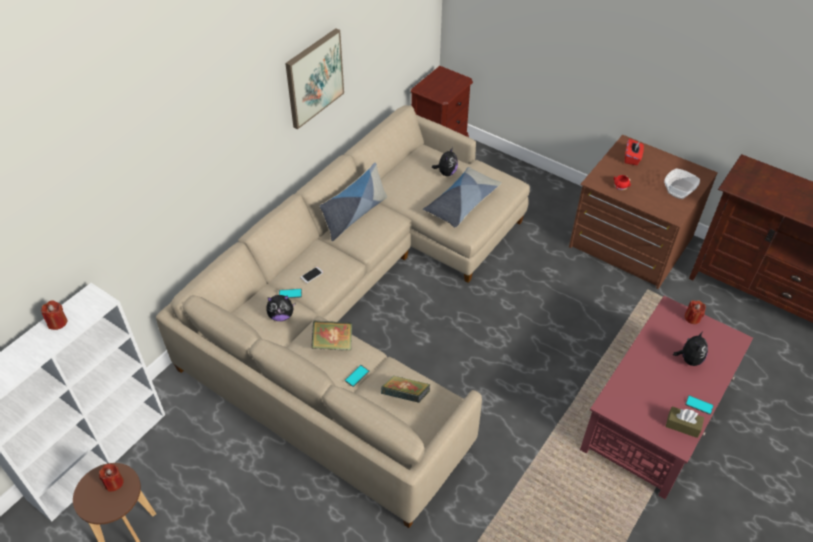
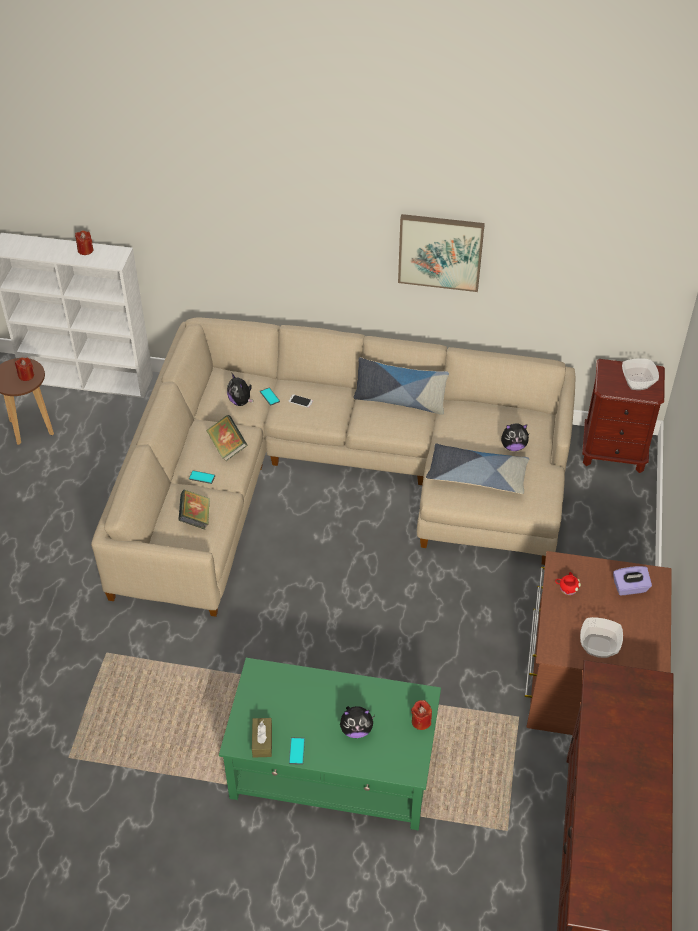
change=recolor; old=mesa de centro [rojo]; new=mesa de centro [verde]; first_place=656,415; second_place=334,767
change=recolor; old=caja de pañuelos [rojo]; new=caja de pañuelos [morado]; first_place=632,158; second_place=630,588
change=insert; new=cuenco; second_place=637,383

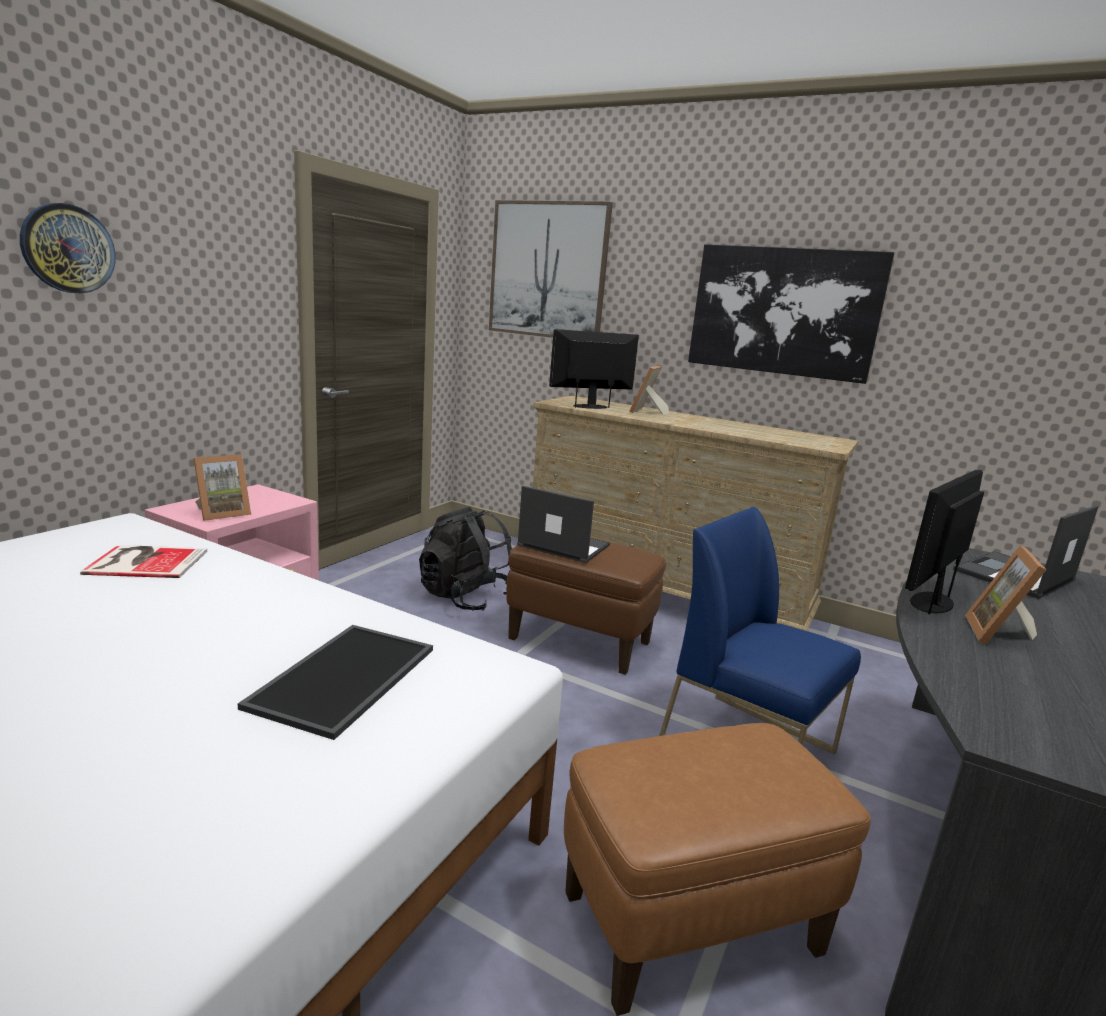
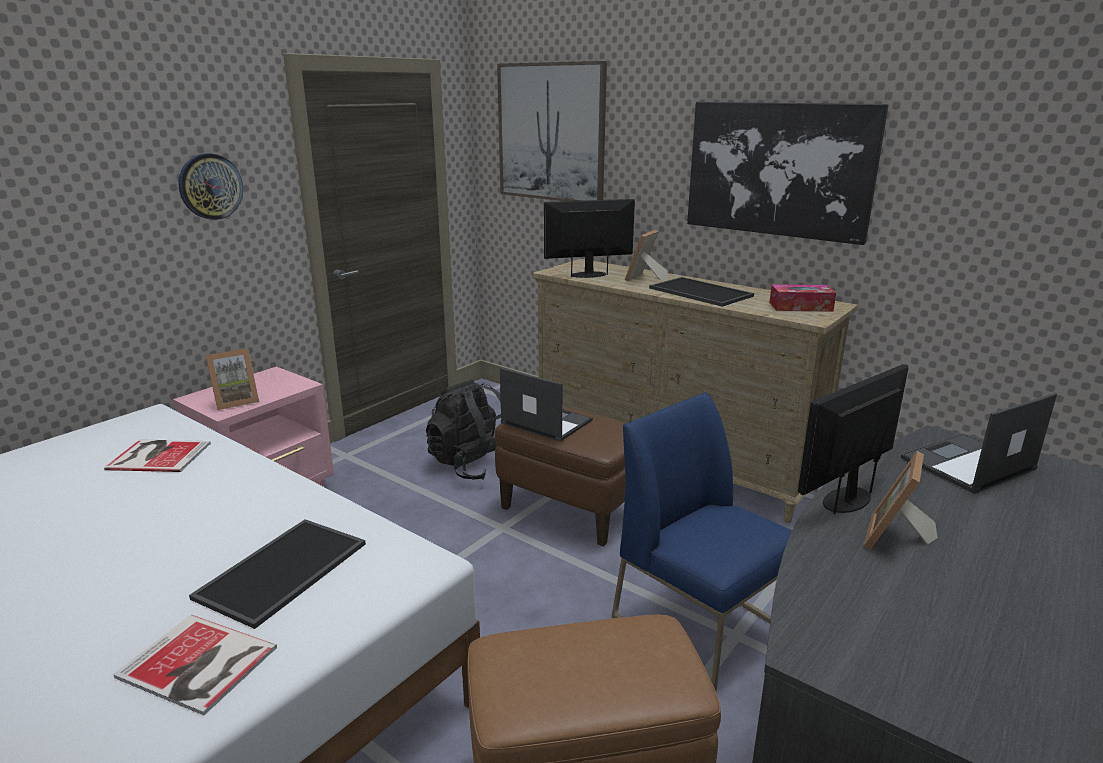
change=move; old=reloj de pared; first_place=68,249; second_place=210,186
change=insert; new=libro; second_place=198,665
change=insert; new=bandeja; second_place=698,292
change=insert; new=caja de pañuelos; second_place=800,307

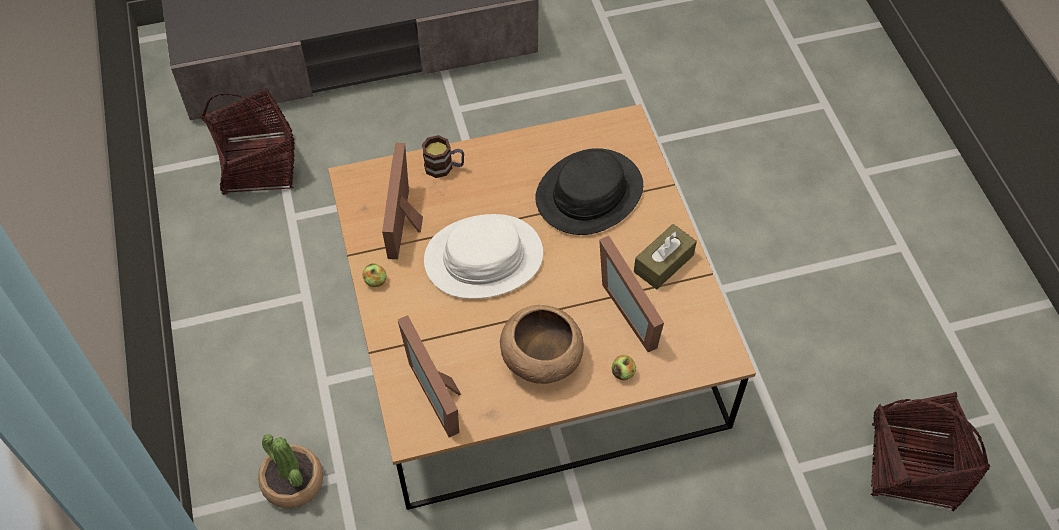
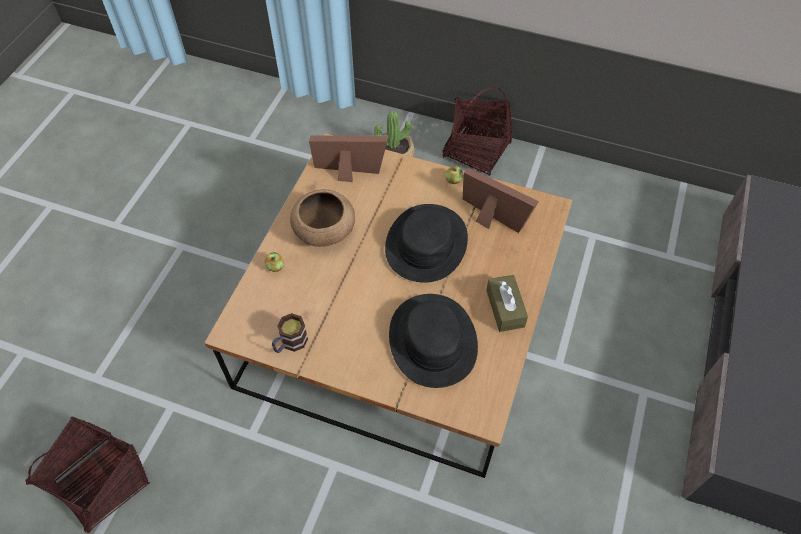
change=move; old=cesta; first_place=258,165; second_place=477,150
change=move; old=taza grande; first_place=444,167; second_place=290,343
change=recolor; old=sombrero [blanco]; new=sombrero [negro]; first_place=483,258; second_place=426,244
change=delete; old=portarretratos; first_place=635,308
change=move; old=caja de pañuelos [marrón]; first_place=663,263; second_place=505,308

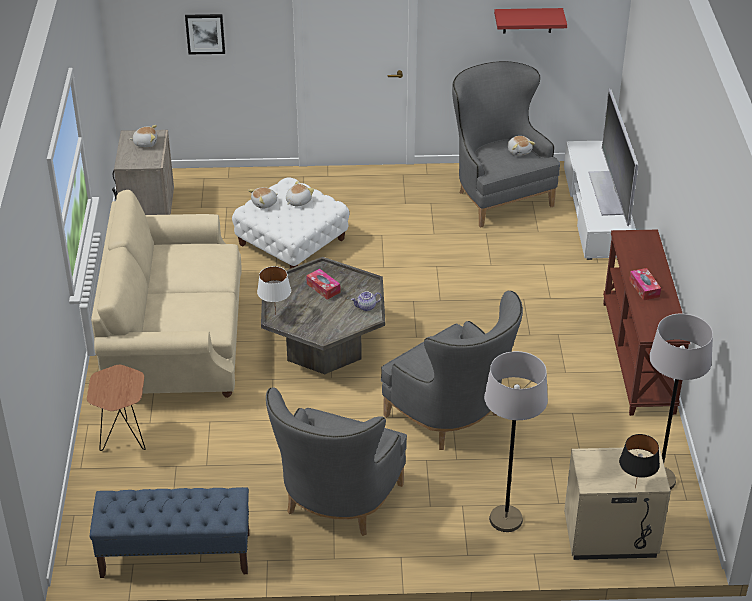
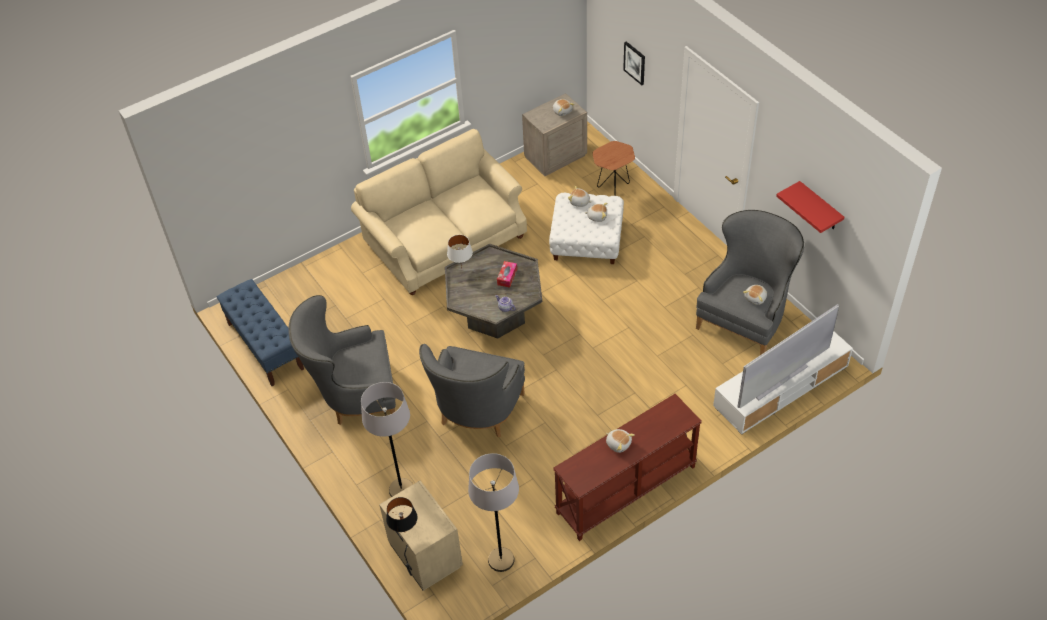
change=move; old=mesa auxiliar [marrón]; first_place=123,441; second_place=612,191
change=replace; old=caja de pañuelos; new=peluche; first_place=644,288; second_place=618,443

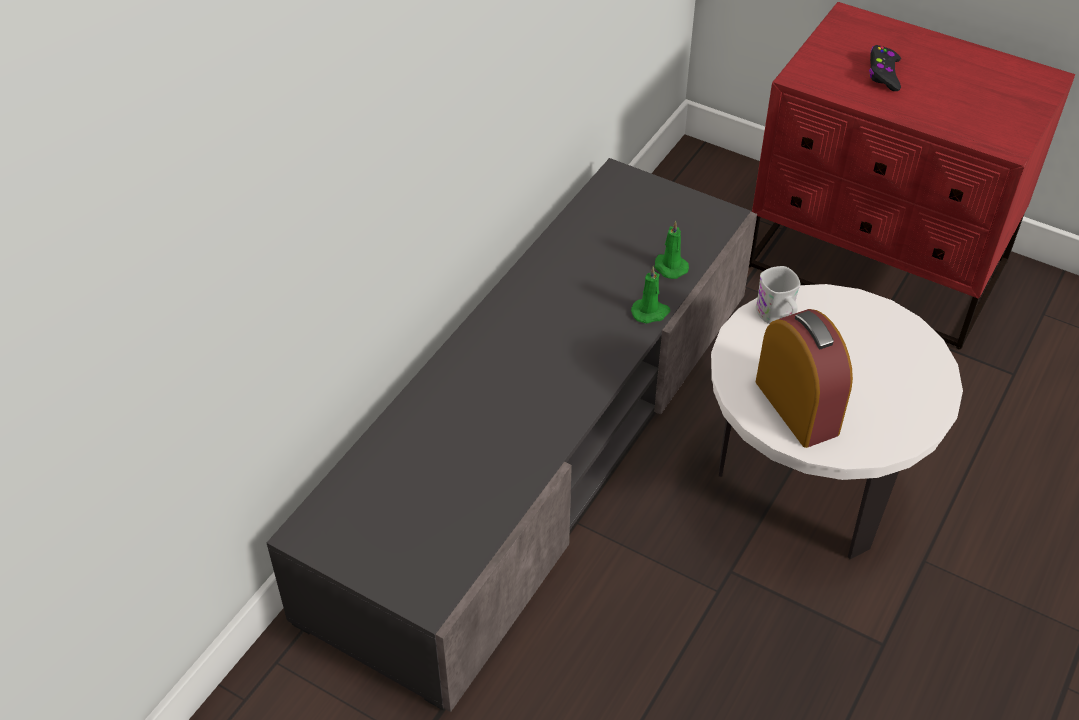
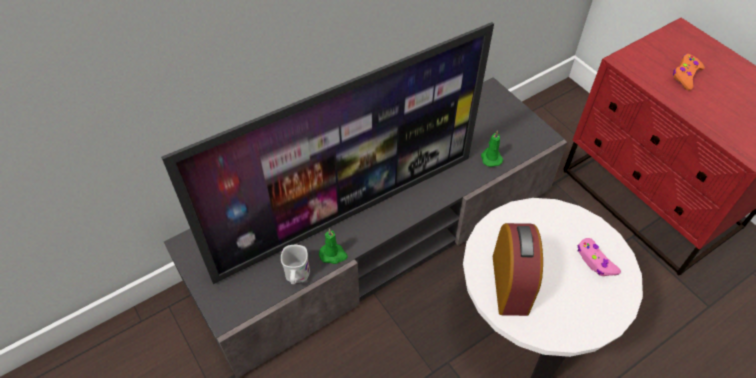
change=move; old=vela [verde]; first_place=650,312; second_place=333,254
change=move; old=taza grande [blanco]; first_place=777,316; second_place=296,276
change=recolor; old=mando de consola [negro]; new=mando de consola [naranja]; first_place=883,74; second_place=685,75
change=insert; new=televisor; second_place=348,212
change=insert; new=mando de consola [rosa]; second_place=595,261

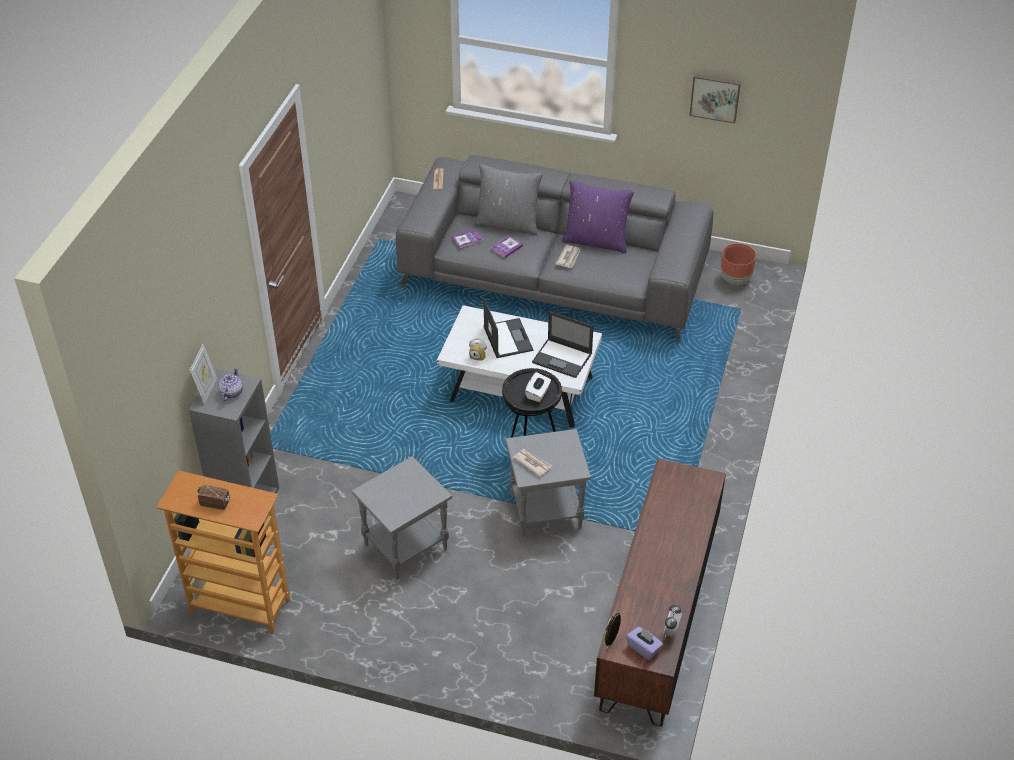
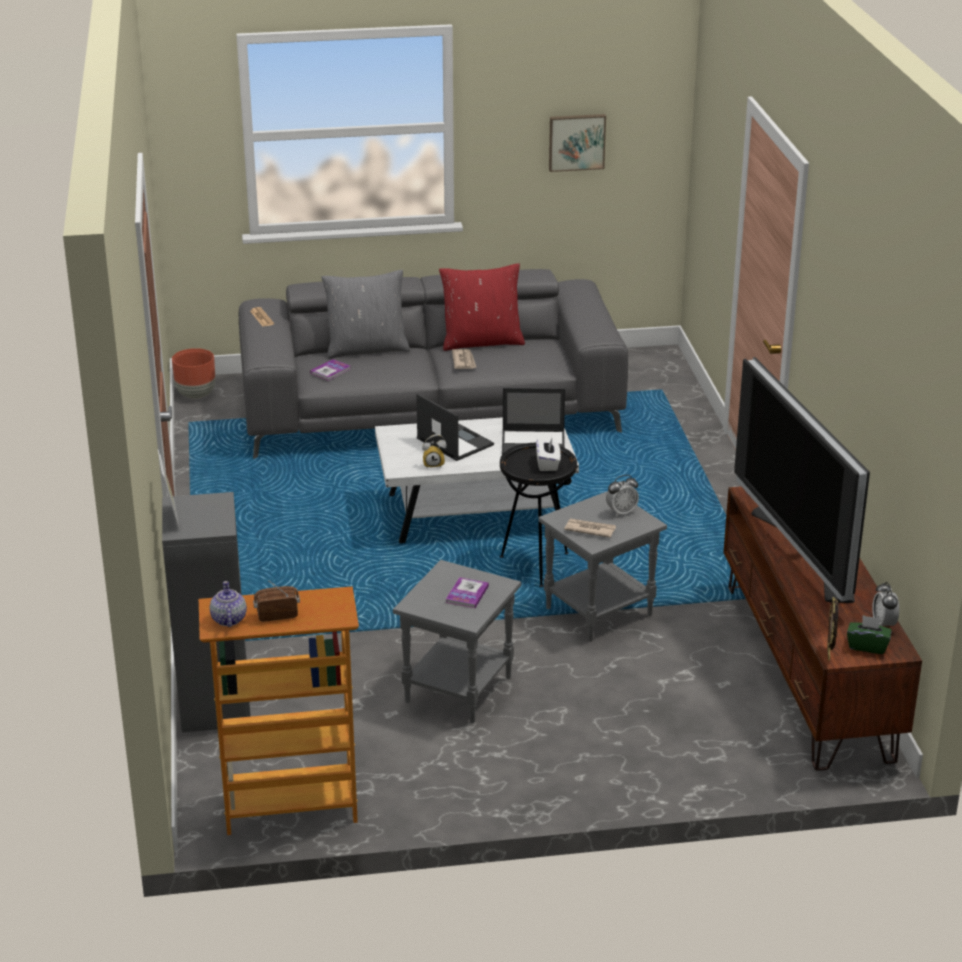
change=move; old=tetera; first_place=231,393; second_place=228,619
change=move; old=libro; first_place=506,248; second_place=467,594
change=recolor; old=cojín [morado]; new=cojín [rojo]; first_place=596,241; second_place=482,342
change=recolor; old=caja de pañuelos [morado]; new=caja de pañuelos [verde]; first_place=643,648; second_place=867,646
change=move; old=maceta [marrón]; first_place=735,279; second_place=196,395
change=insert; new=despertador; second_place=621,512
change=insert; new=televisor; second_place=802,553

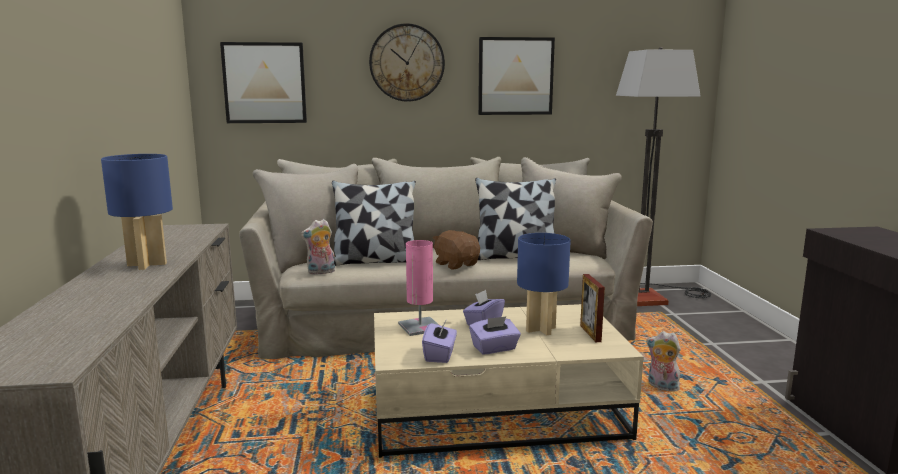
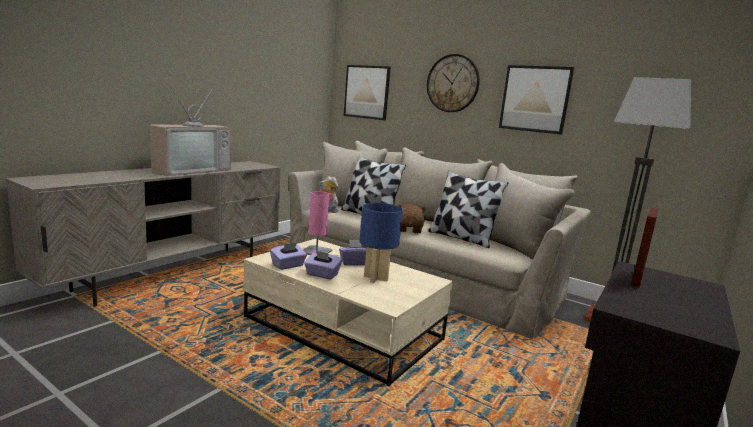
change=replace; old=lámpara de mesa [azul]; new=televisor; first_place=147,264; second_place=190,170
change=move; old=portarretratos; first_place=590,333; second_place=637,279
change=delete; old=peluche; first_place=661,387

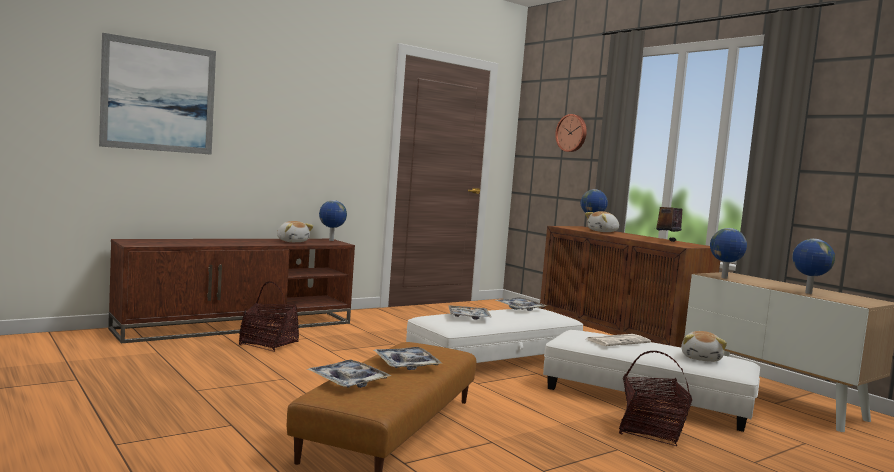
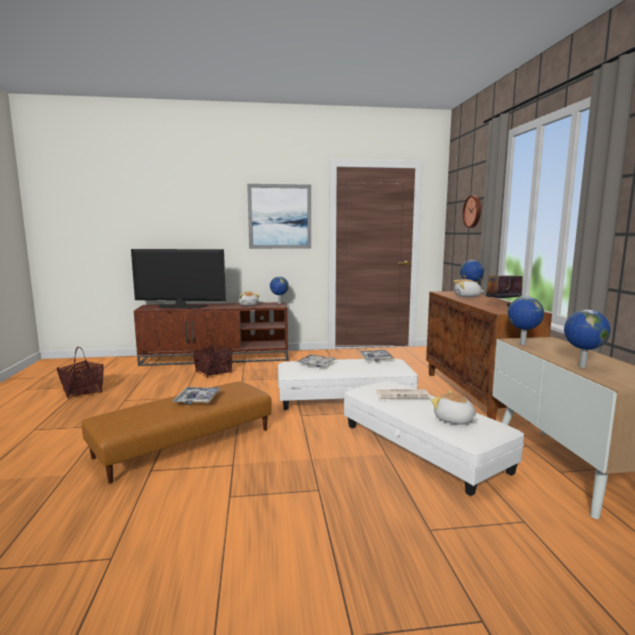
change=move; old=cuadro; first_place=159,97; second_place=279,216
change=delete; old=bandeja; first_place=348,381
change=move; old=cesta; first_place=651,431; second_place=83,392
change=rotate; old=peluche; first_place=701,358; second_place=454,420; degrees=90
change=insert; new=televisor; second_place=181,307

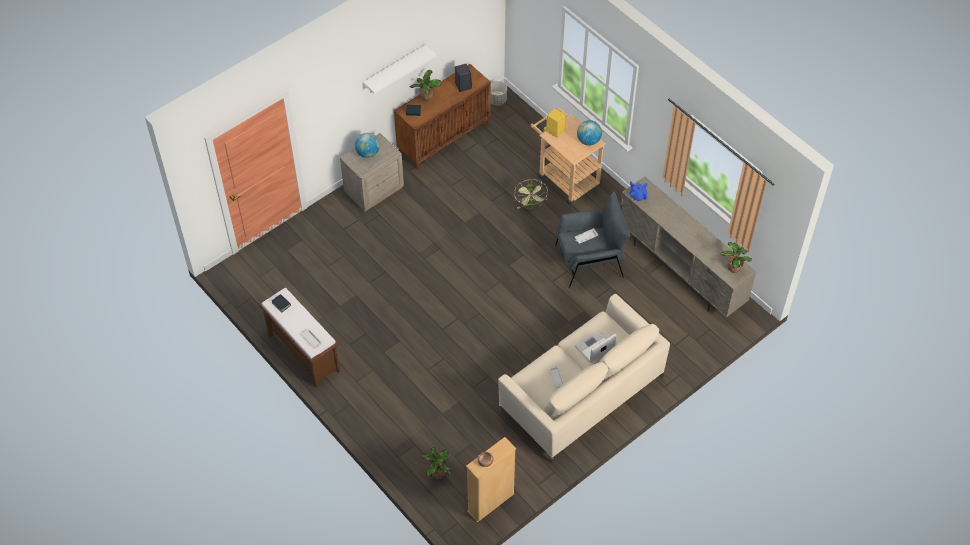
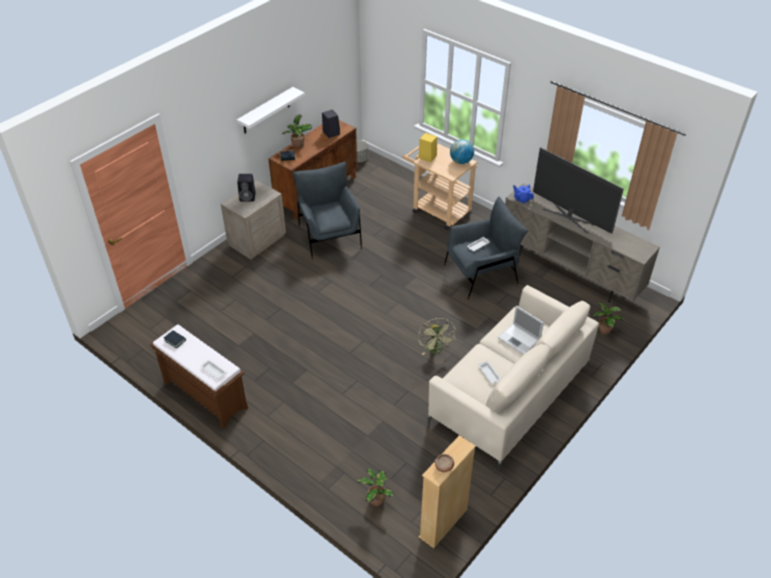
change=replace; old=globo terráqueo; new=altavoz [negro]; first_place=368,153; second_place=248,197
change=move; old=ventilador [verde]; first_place=531,206; second_place=436,350
change=rotate; old=portátil; first_place=594,347; second_place=519,339; degrees=-90
change=move; old=planta en maceta; first_place=733,268; second_place=603,330
change=insert; new=sillón [gris]; second_place=329,236
change=insert; new=televisor; second_place=570,217

